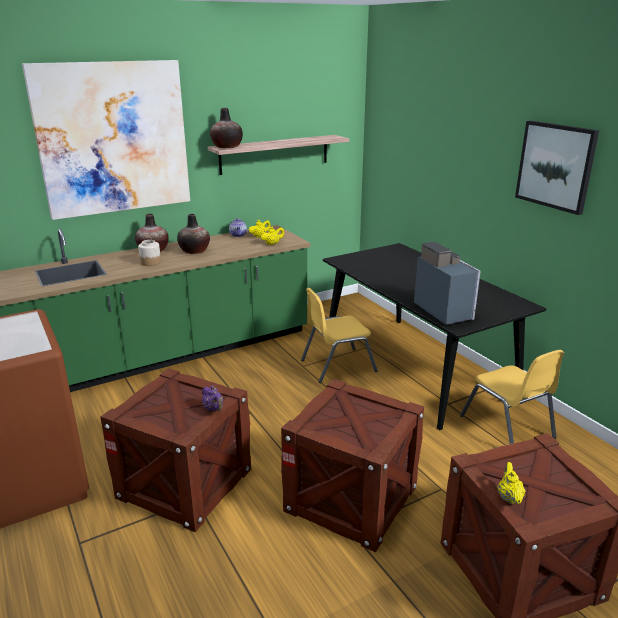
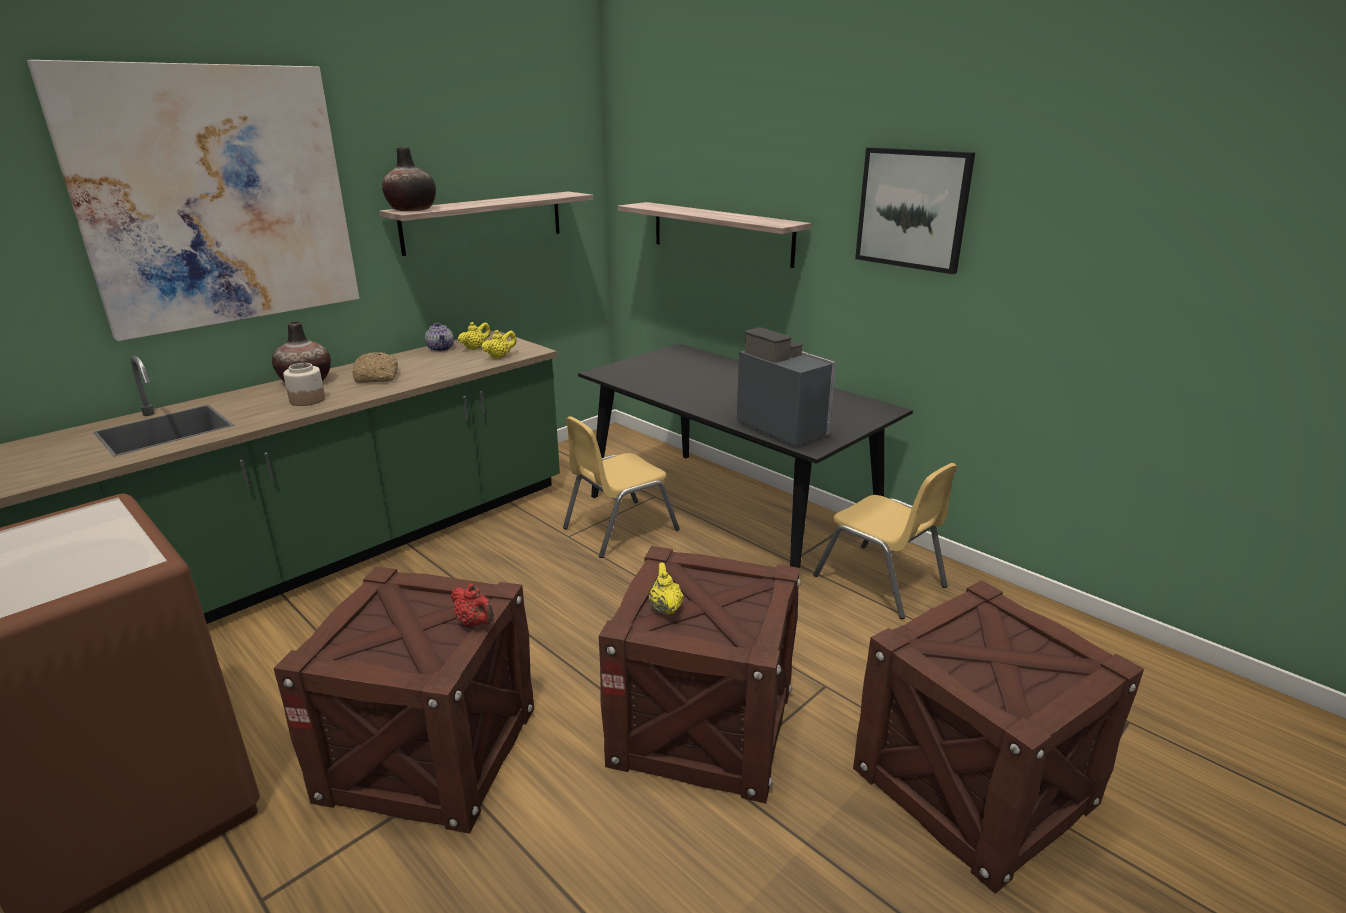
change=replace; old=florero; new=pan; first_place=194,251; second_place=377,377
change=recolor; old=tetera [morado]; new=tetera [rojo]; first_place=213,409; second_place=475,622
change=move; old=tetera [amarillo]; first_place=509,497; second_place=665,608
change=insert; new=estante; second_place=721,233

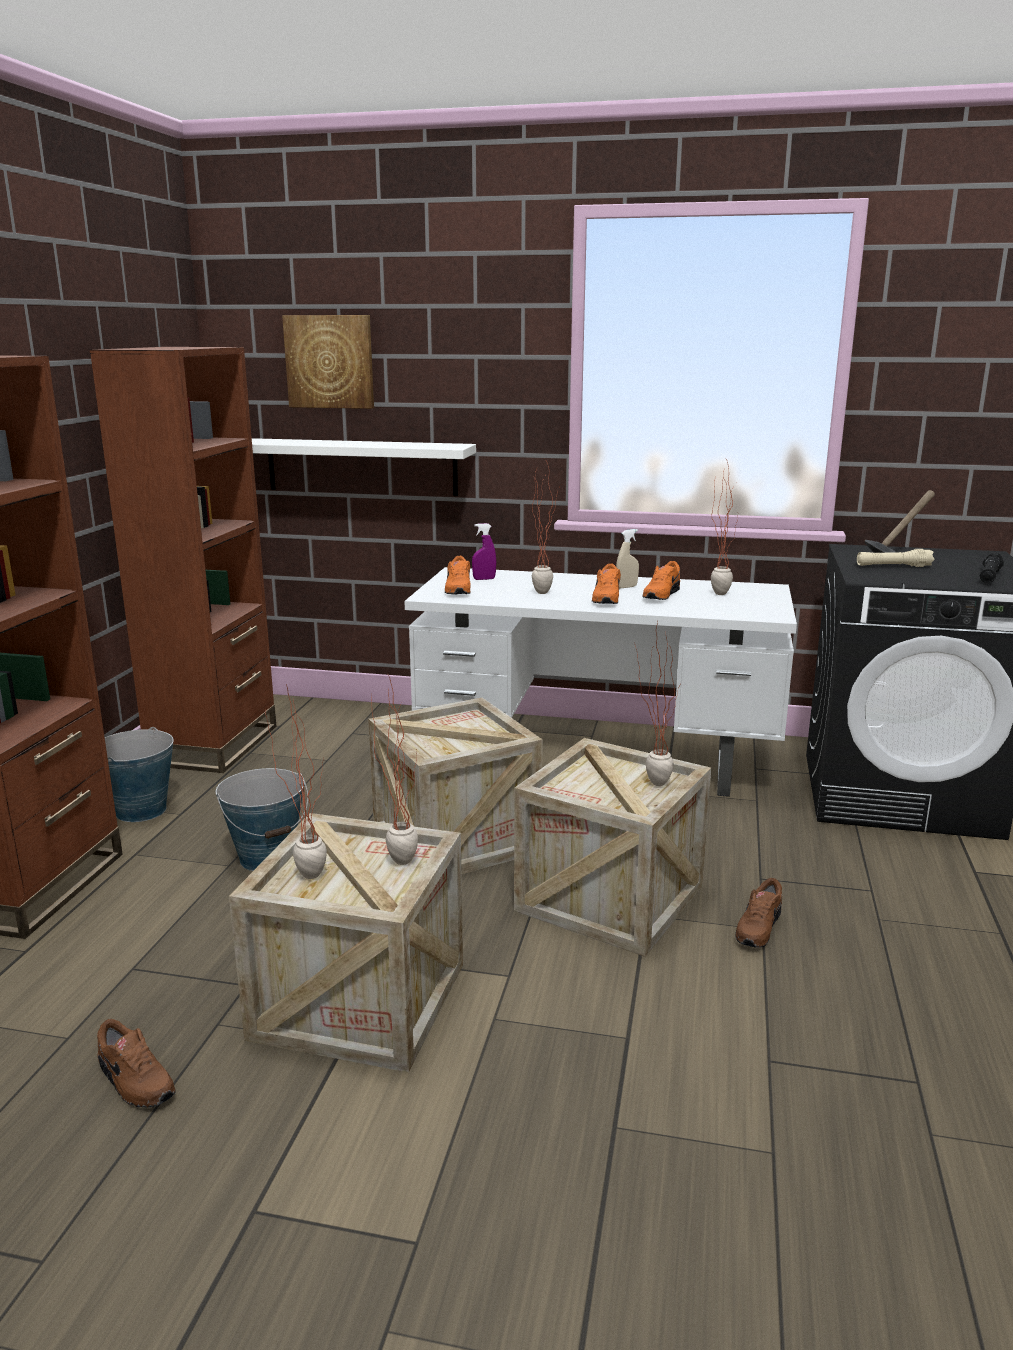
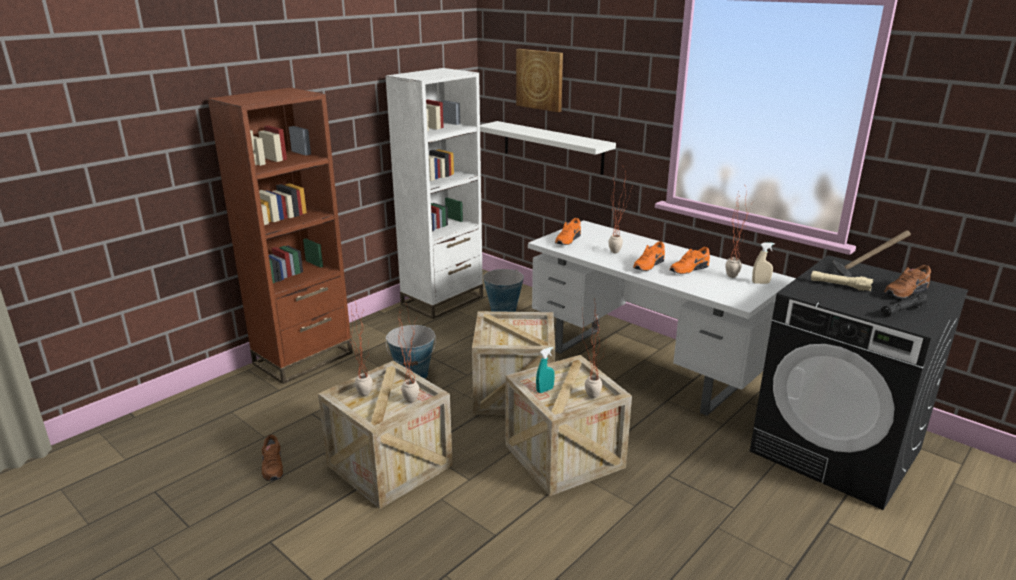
change=recolor; old=estantería [marrón]; new=estantería [blanco]; first_place=214,745; second_place=442,300
change=move; old=cubo; first_place=141,811; second_place=503,311
change=delete; old=pulverizador [morado]; first_place=484,579
change=move; old=pulverizador [beis]; first_place=626,587; second_place=760,283
change=move; old=zapato [marrón]; first_place=757,928; second_place=904,292
change=insert; new=pulverizador [turquesa]; second_place=545,390

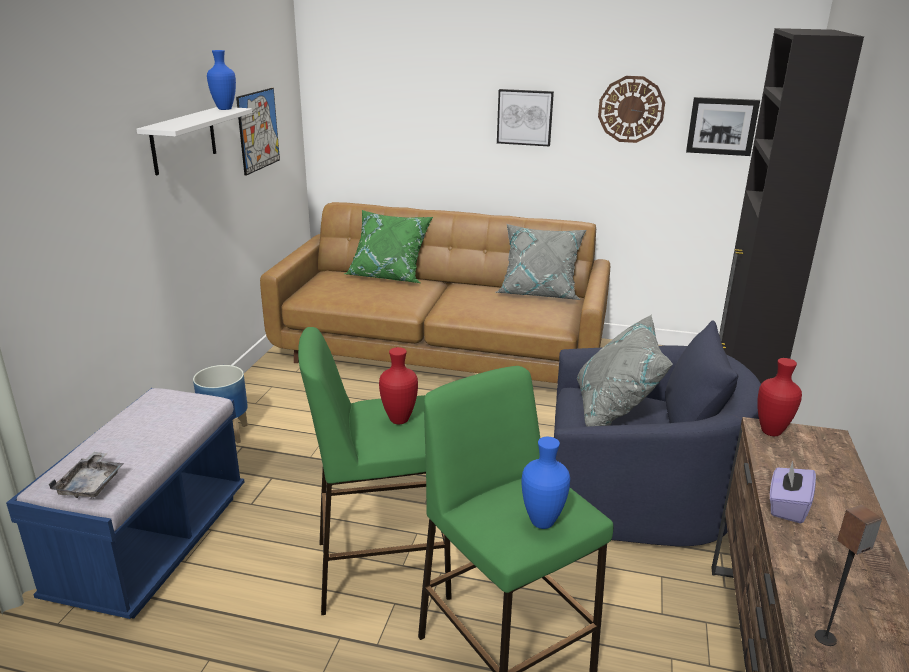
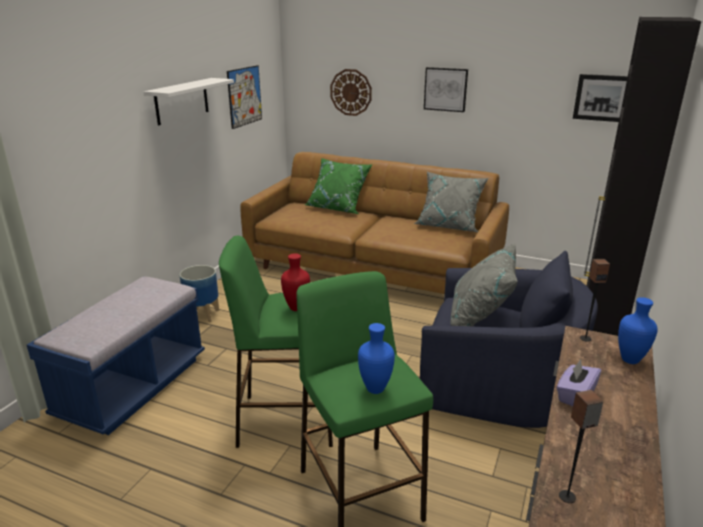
change=delete; old=bandeja [gris]; first_place=91,484
change=move; old=florero [azul]; first_place=225,109; second_place=630,359
change=move; old=reloj de pared; first_place=631,109; second_place=351,92
change=replace; old=florero [rojo]; new=altavoz; first_place=771,431; second_place=585,338

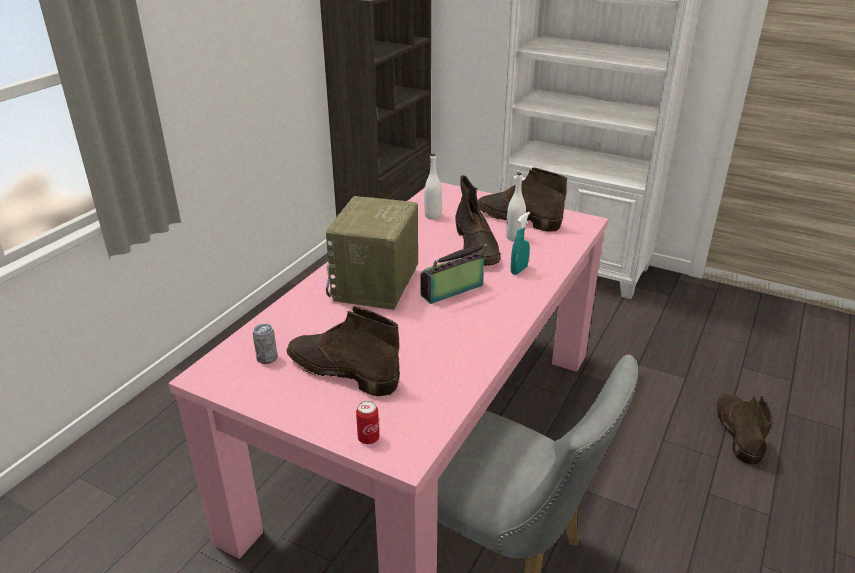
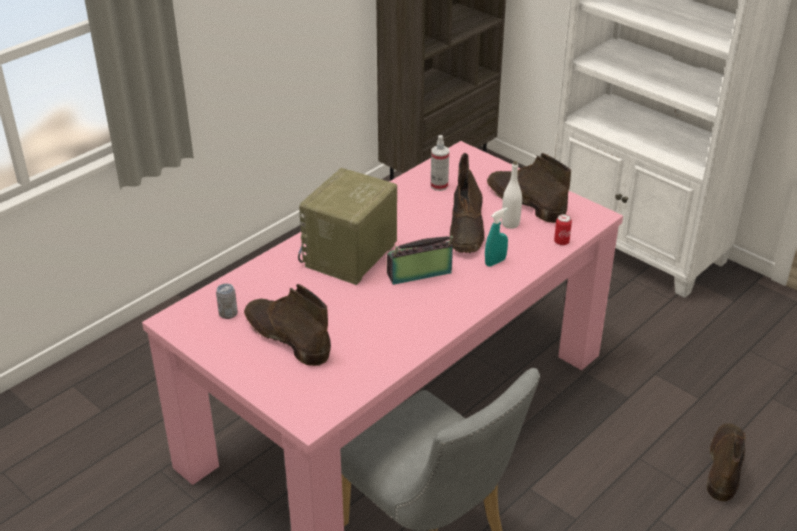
change=move; old=lata; first_place=368,438; second_place=561,242
change=replace; old=botella [blanco]; new=pulverizador; first_place=432,216; second_place=439,186

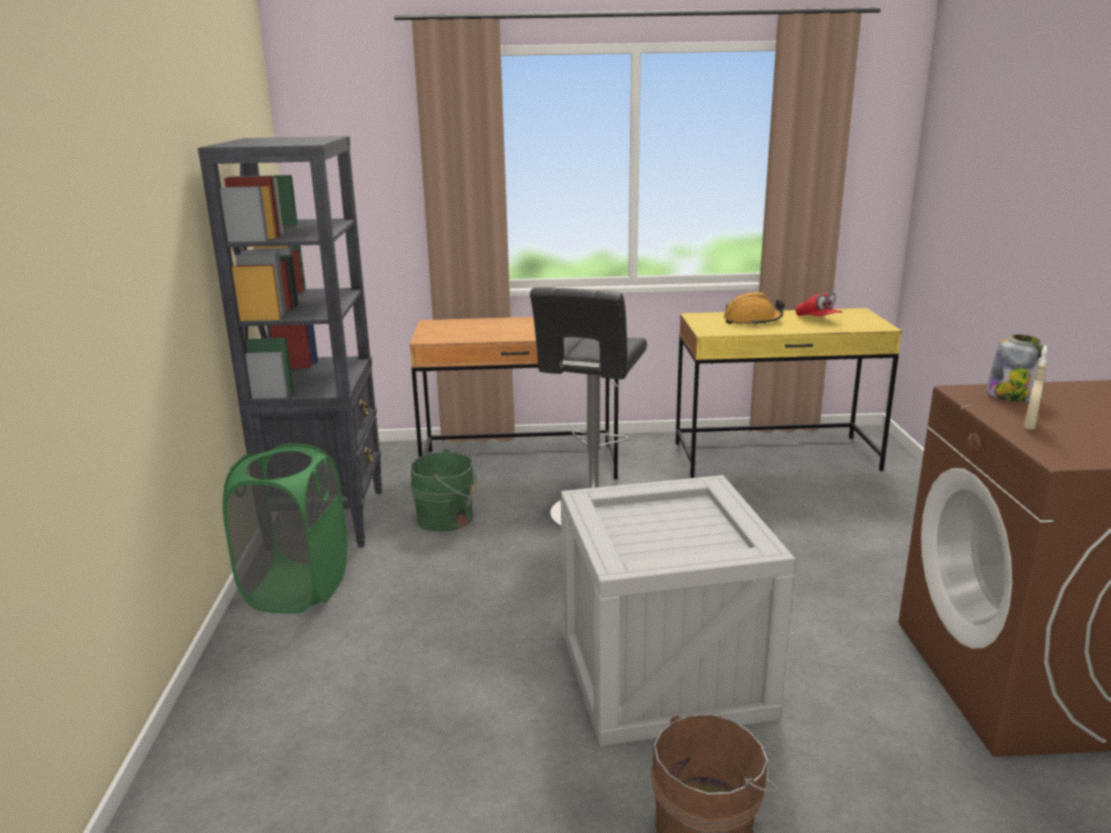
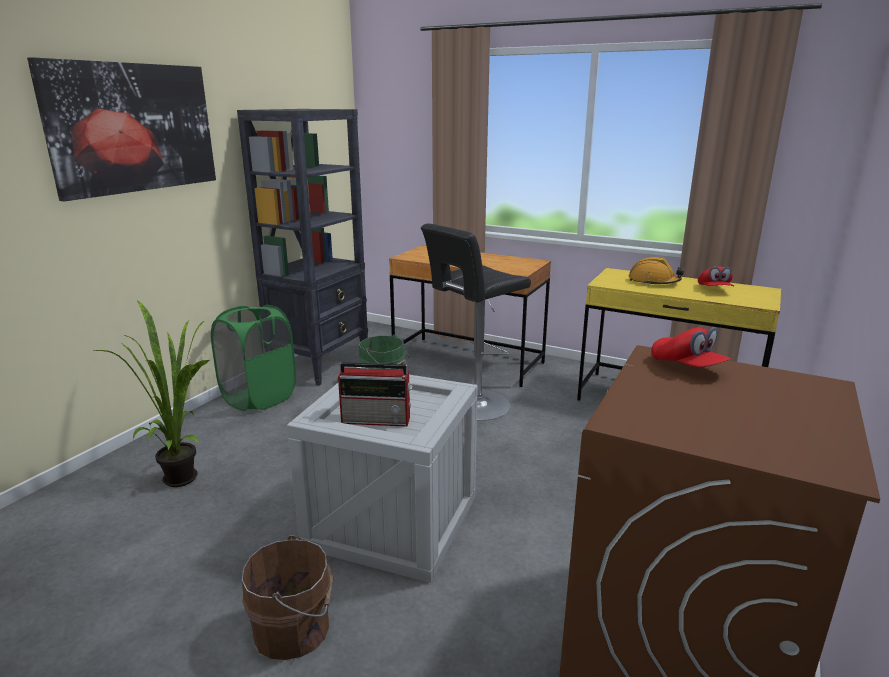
change=replace; old=tarro; new=gorra [rojo]; first_place=1010,396; second_place=687,366
change=delete; old=pulverizador [beis]; first_place=1030,426
change=insert; new=cuadro; second_place=133,128
change=insert; new=planta en maceta; second_place=182,474
change=insert; new=radio; second_place=378,419

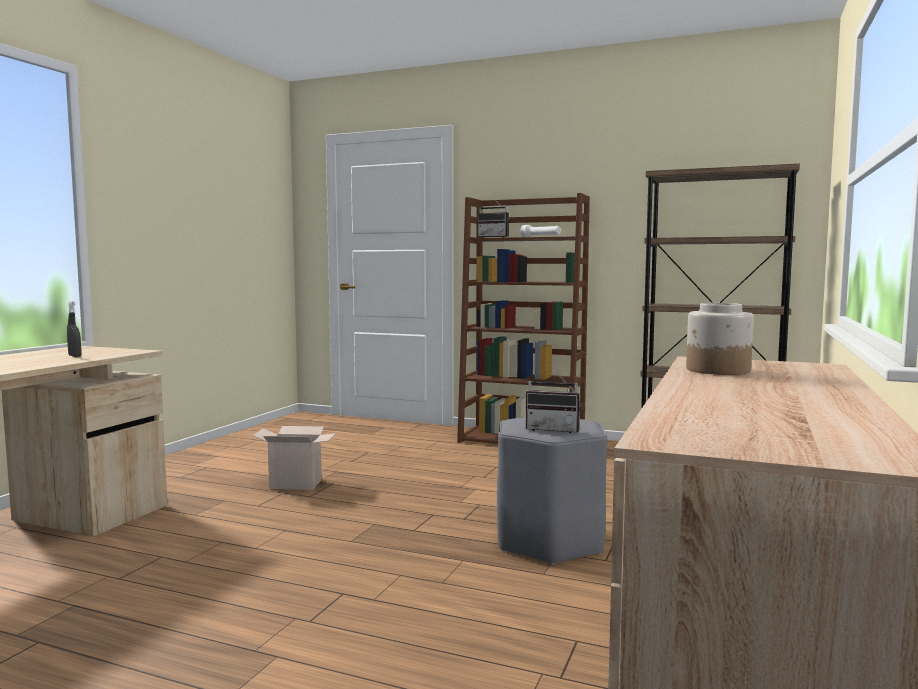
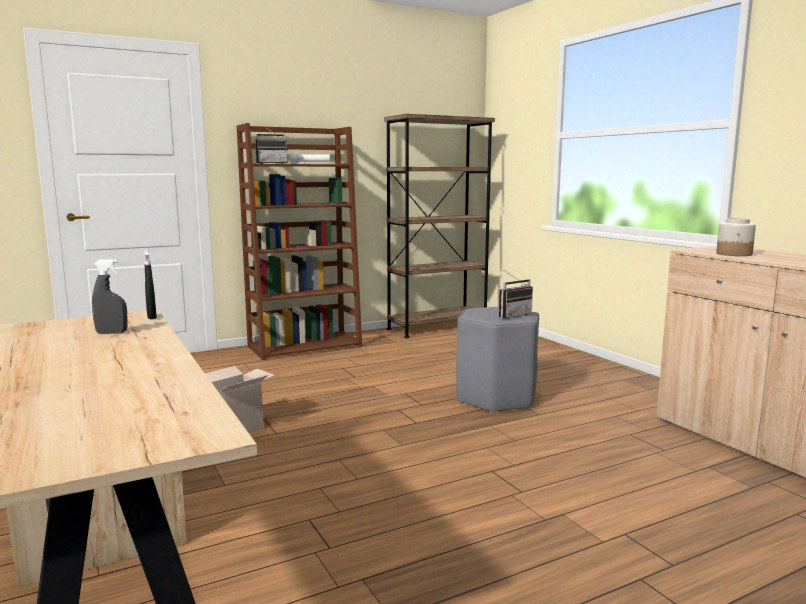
change=insert; new=pulverizador [negro]; second_place=151,317

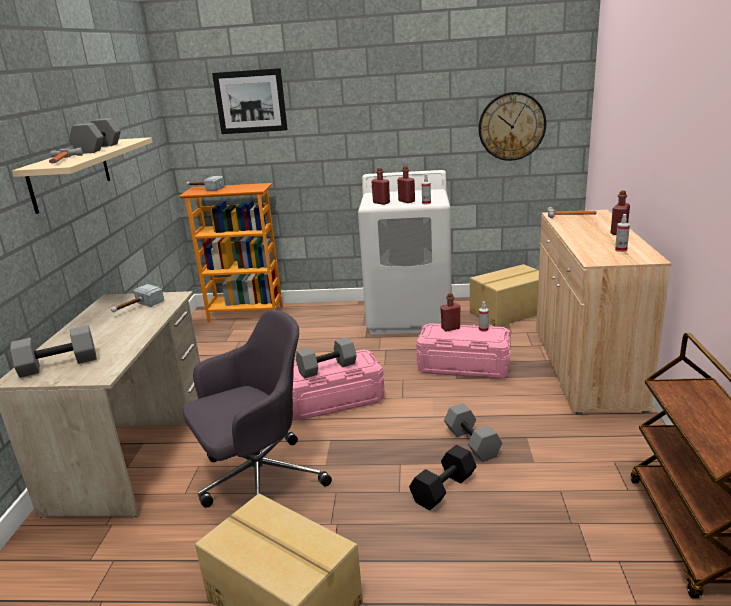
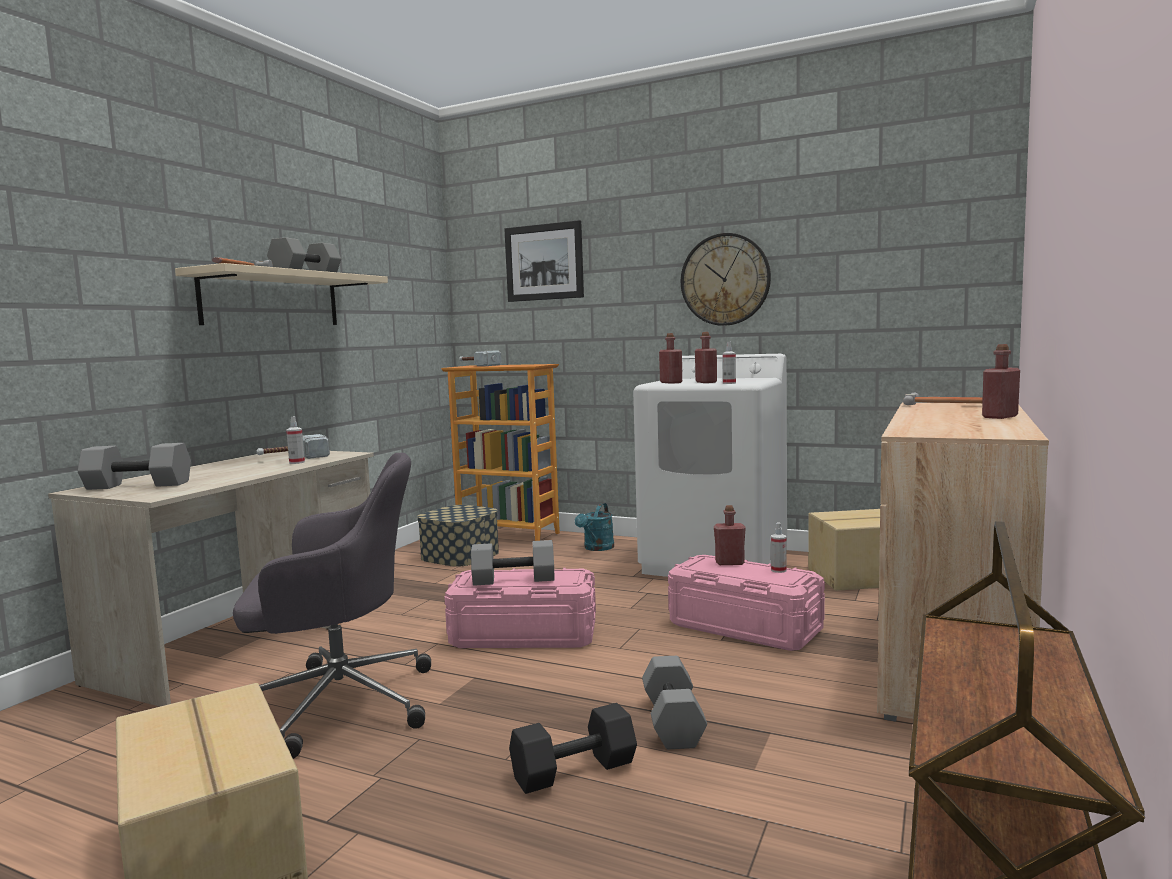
change=move; old=reloj de pared; first_place=511,126; second_place=725,279
change=move; old=pulverizador; first_place=621,250; second_place=297,462
change=insert; new=caja de almacenaje; second_place=460,555
change=insert; new=regadera [turquesa]; second_place=597,548

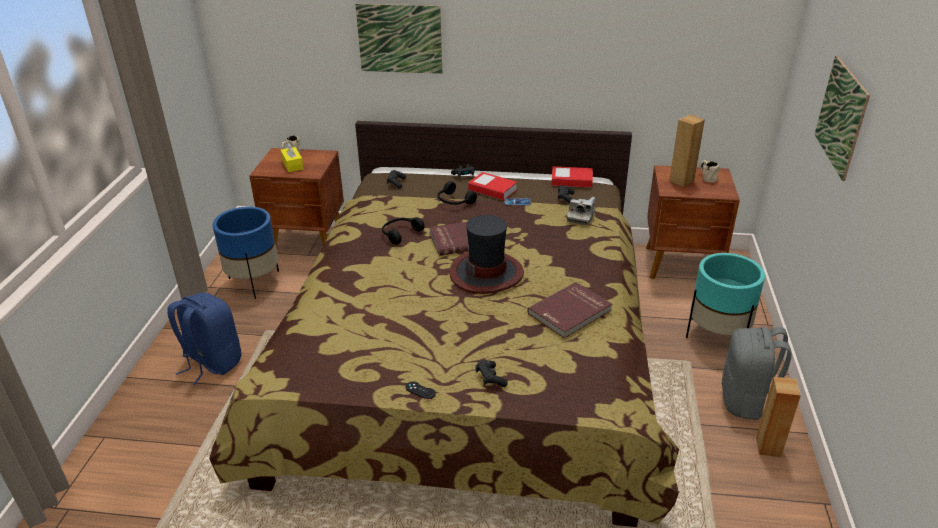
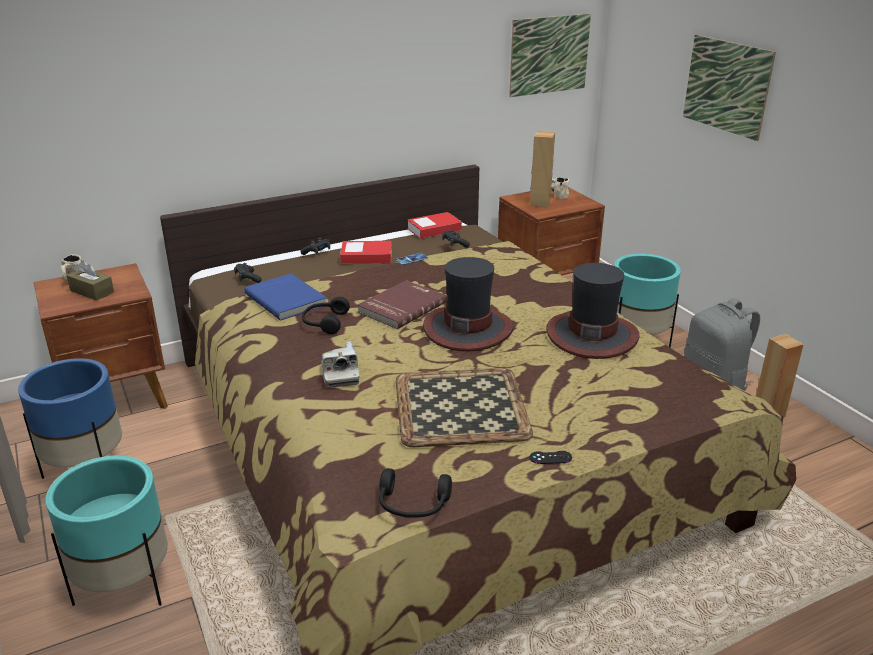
change=replace; old=mochila [azul]; new=maceta [turquesa]; first_place=211,362; second_place=125,585
change=recolor; old=caja de pañuelos [amarillo]; new=caja de pañuelos [marrón]; first_place=292,165; second_place=92,291
change=move; old=cuadro; first_place=399,38; second_place=549,55
change=move; old=auriculares [negro]; first_place=454,201; second_place=412,505
change=delete; old=mando de consola [negro]; first_place=490,378
change=replace; old=libro [rojo]; new=sombrero; first_place=570,312; second_place=592,335
change=move; old=cámara; first_place=581,217; second_place=340,375
change=insert; new=libro [azul]; second_place=287,299
change=insert; new=bandeja; second_place=462,408

